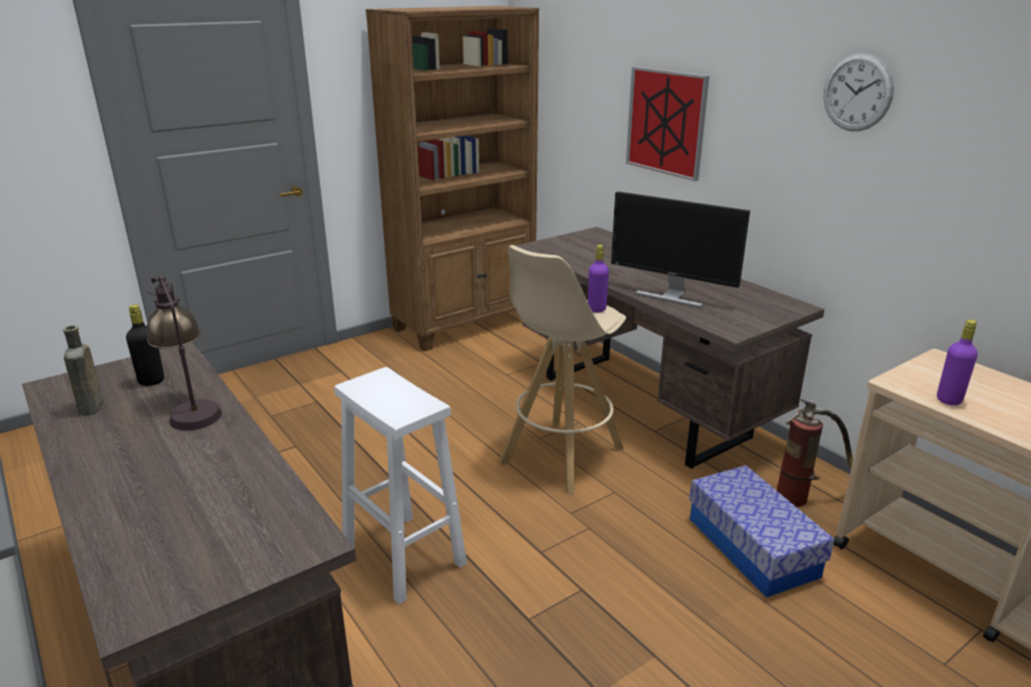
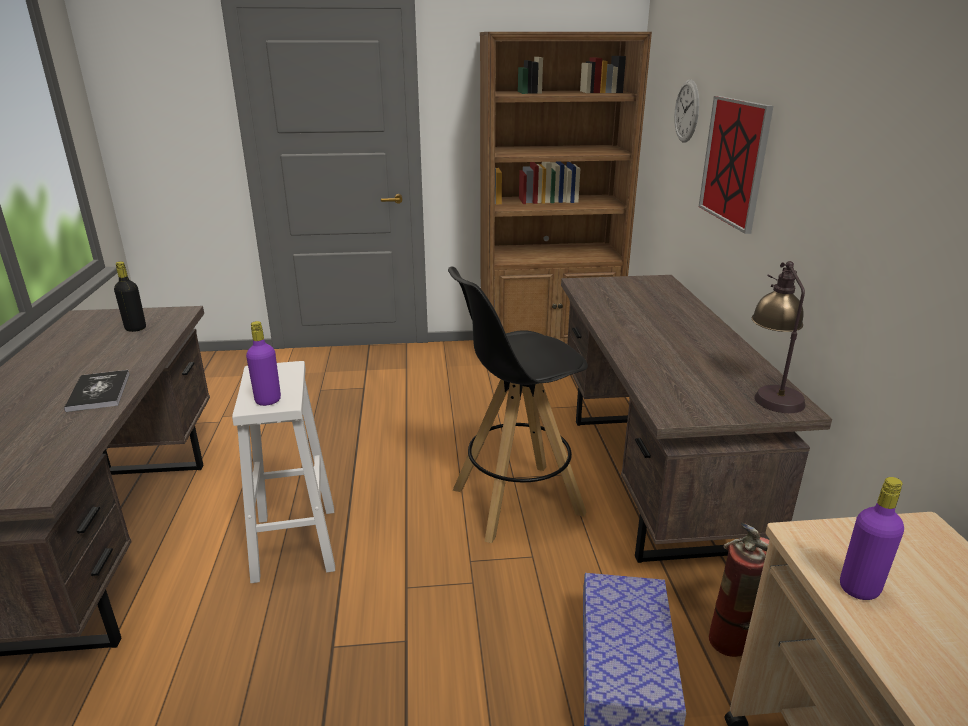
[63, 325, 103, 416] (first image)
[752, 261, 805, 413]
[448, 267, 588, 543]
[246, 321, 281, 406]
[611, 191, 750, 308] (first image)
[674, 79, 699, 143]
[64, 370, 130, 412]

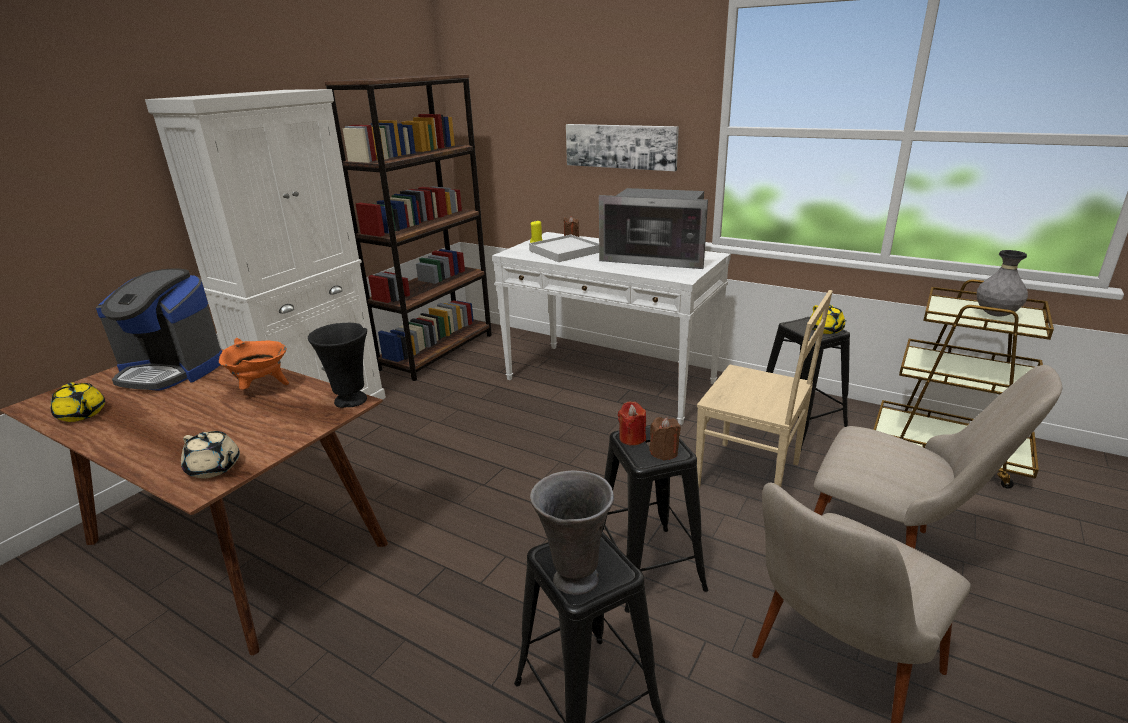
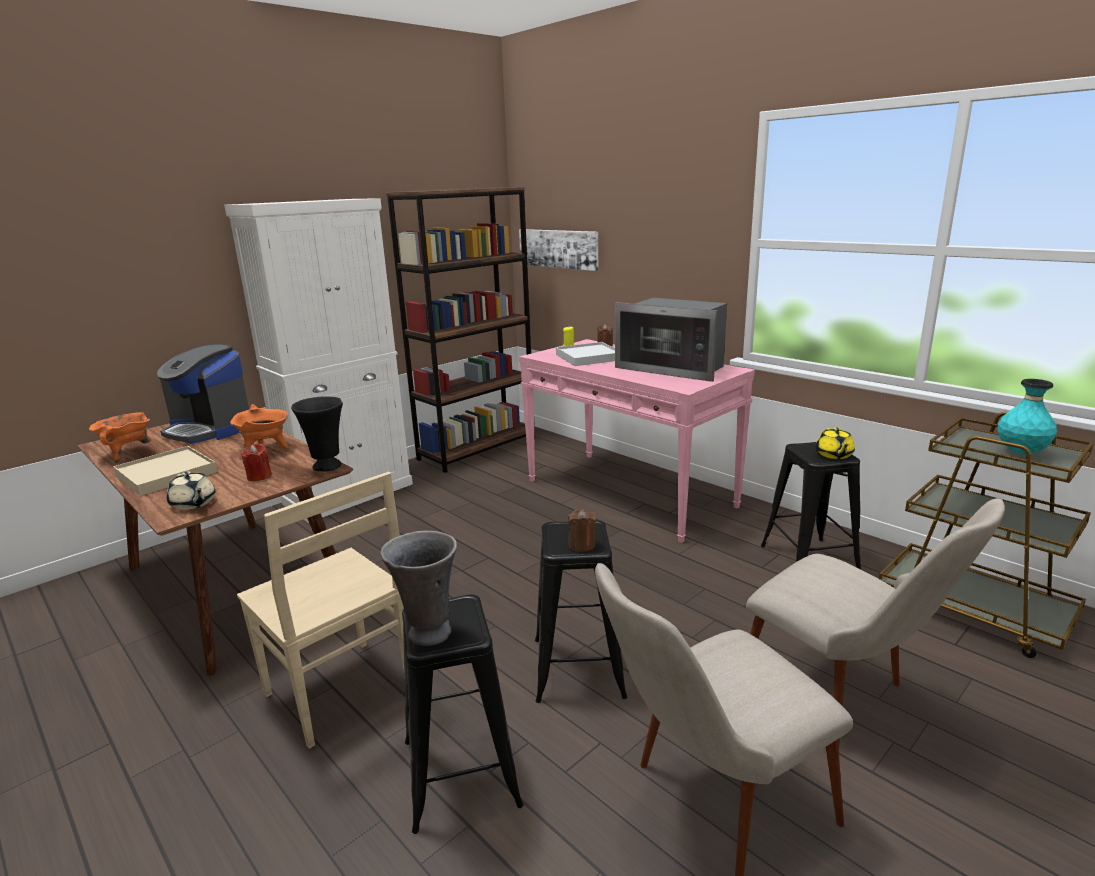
[89, 412, 151, 464]
[519, 339, 755, 543]
[519, 229, 598, 271]
[241, 443, 272, 481]
[237, 472, 404, 749]
[998, 379, 1057, 454]
[113, 446, 218, 496]

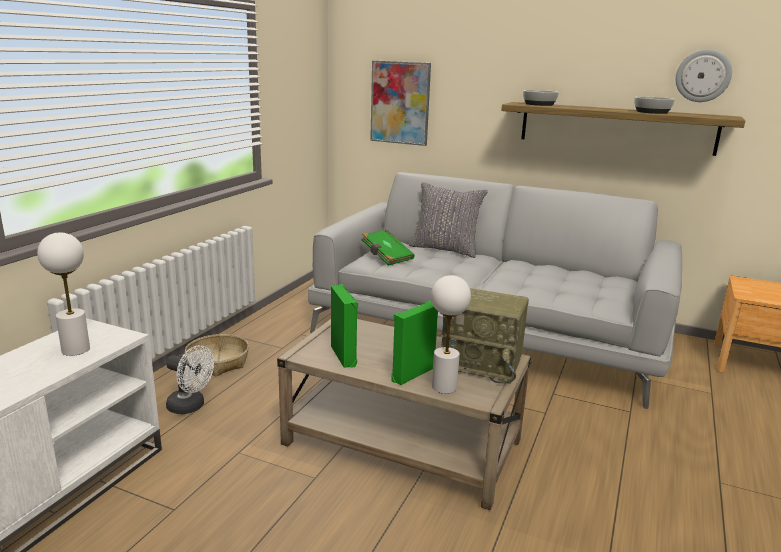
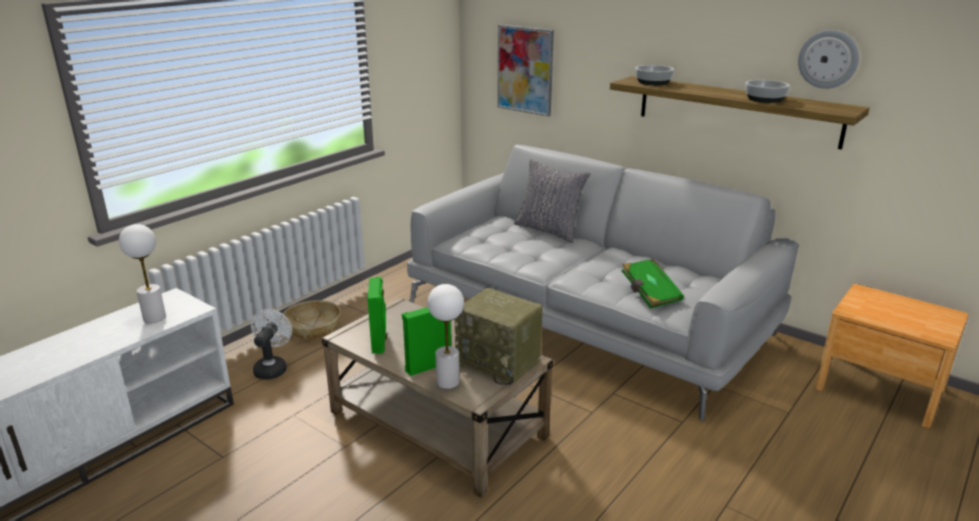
[251, 309, 292, 379]
[621, 259, 684, 309]

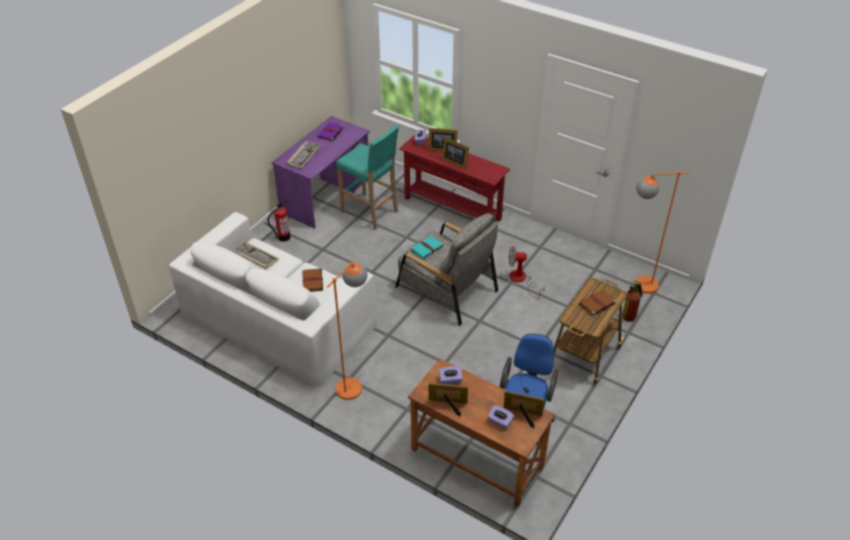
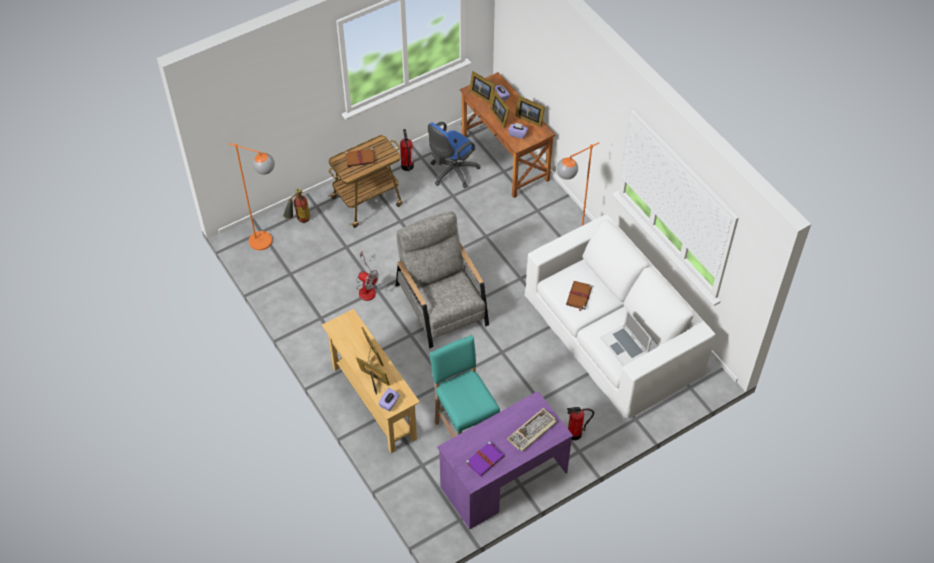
[600, 309, 652, 366]
[322, 309, 420, 453]
[411, 235, 444, 259] (first image)
[400, 129, 414, 171]
[490, 90, 510, 128]

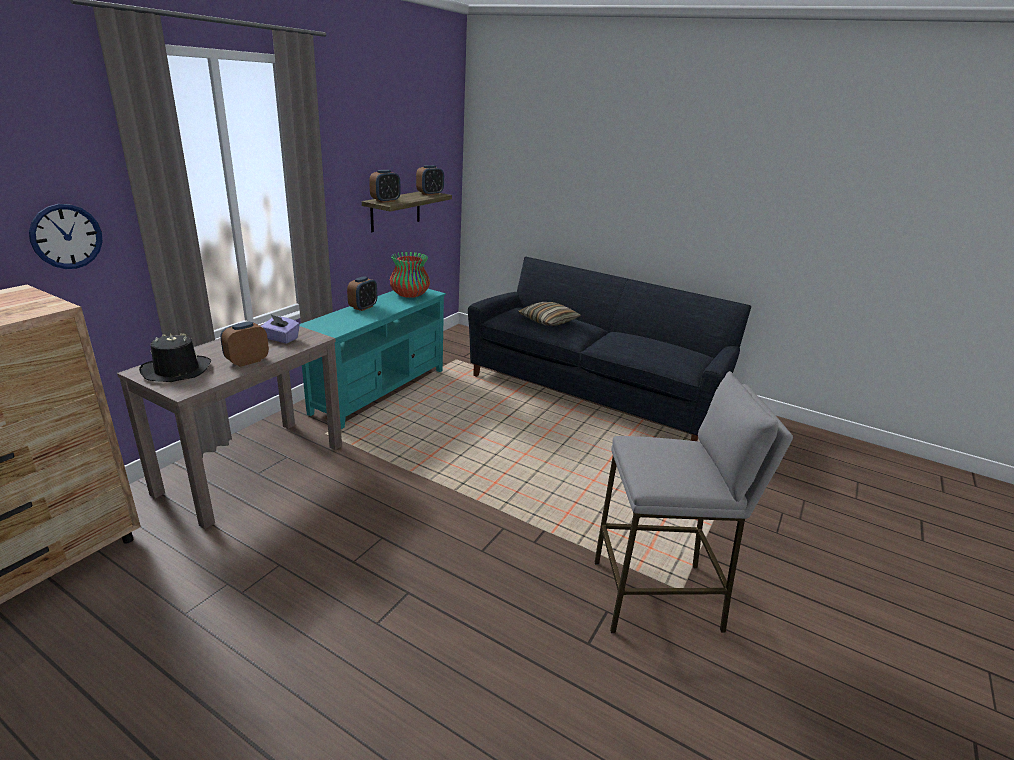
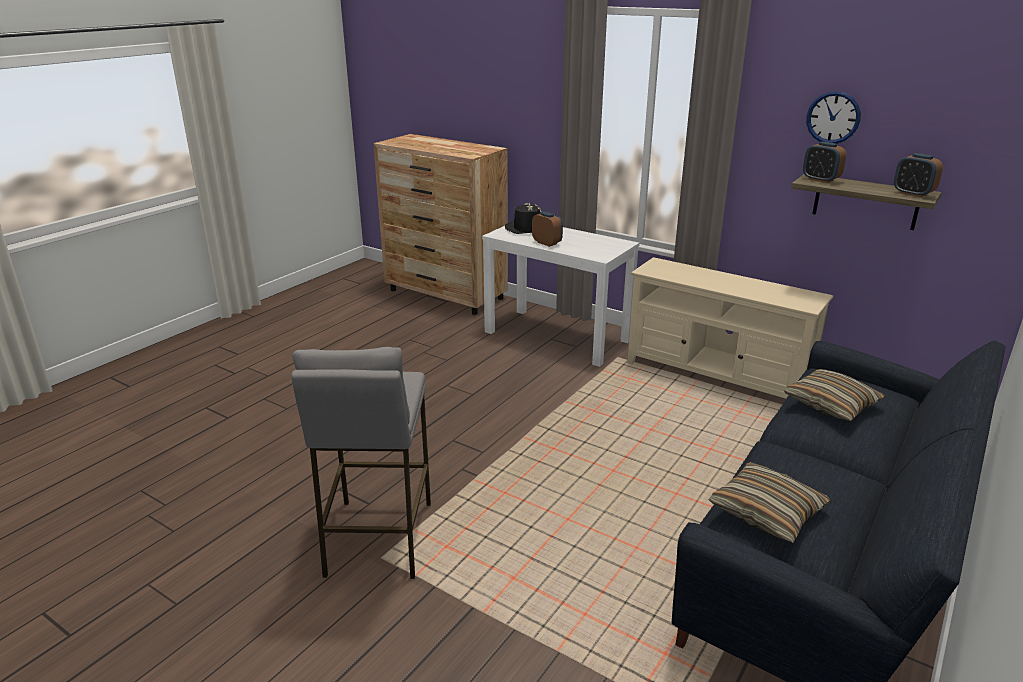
[806, 91, 861, 144]
[482, 226, 640, 367]
[261, 315, 300, 344] (first image)
[628, 257, 834, 398]
[347, 276, 377, 311] (first image)
[390, 252, 430, 298] (first image)
[708, 462, 831, 543]

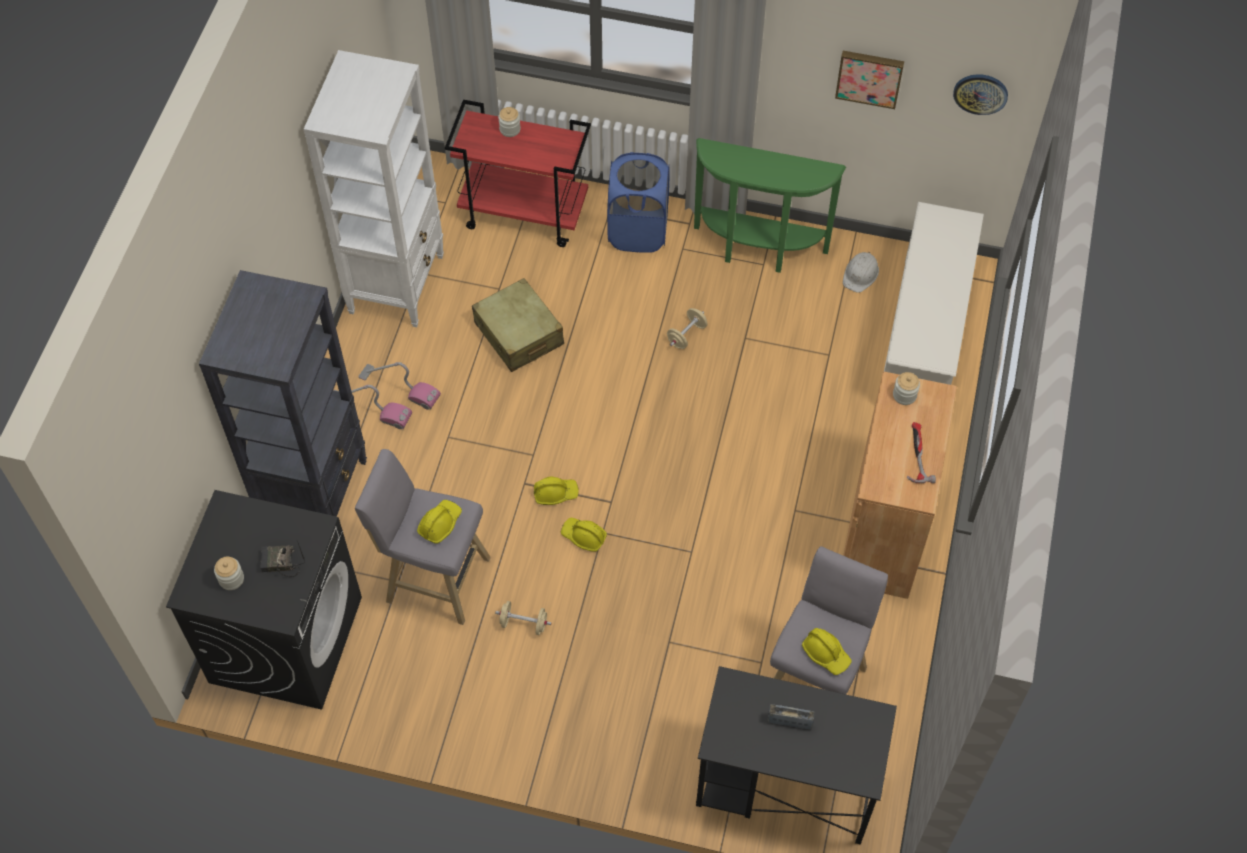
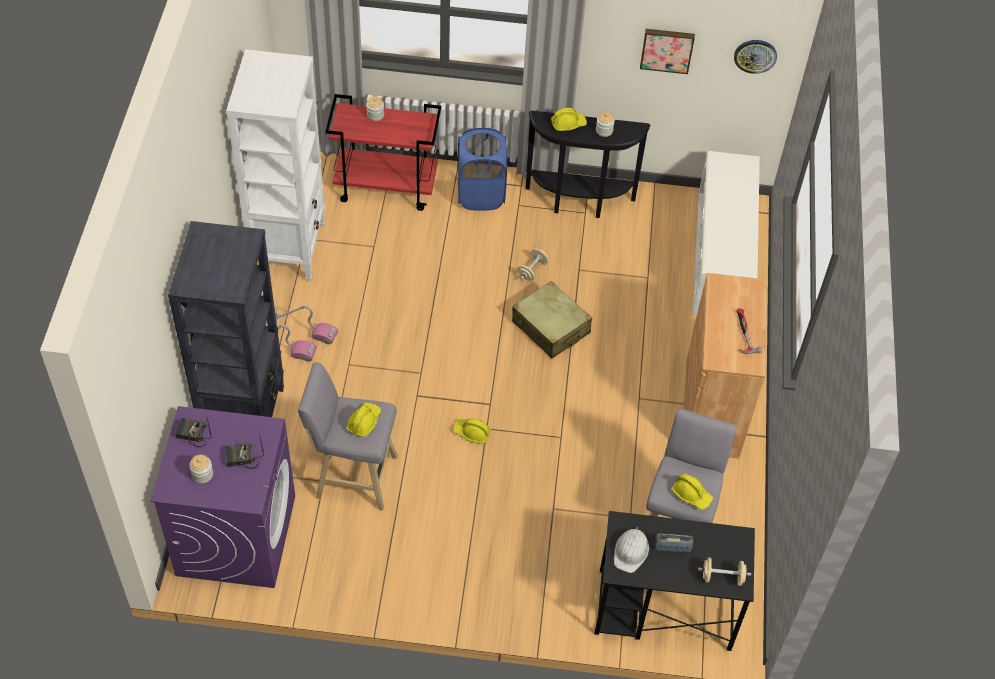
[150, 406, 295, 588]
[512, 281, 592, 358]
[698, 557, 751, 586]
[551, 108, 587, 132]
[525, 111, 650, 218]
[614, 527, 649, 573]
[596, 112, 615, 137]
[176, 415, 212, 448]

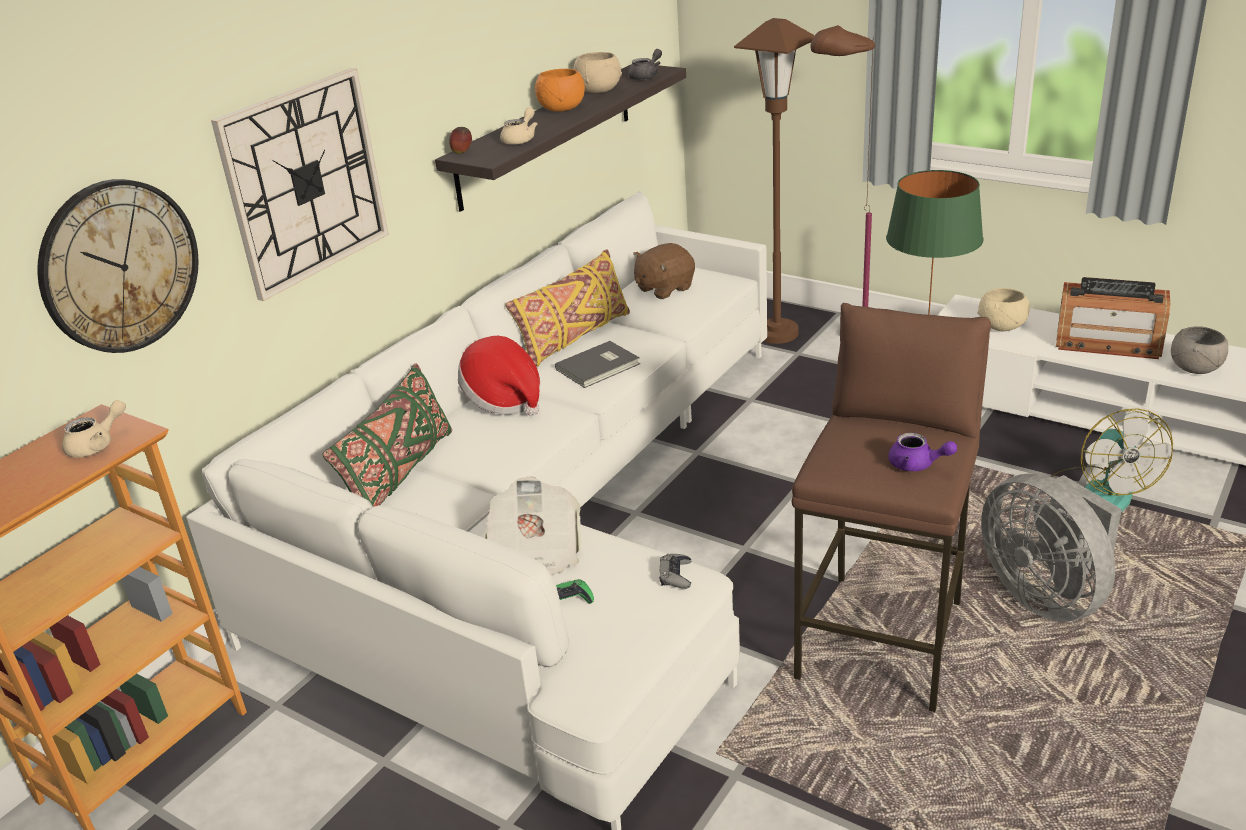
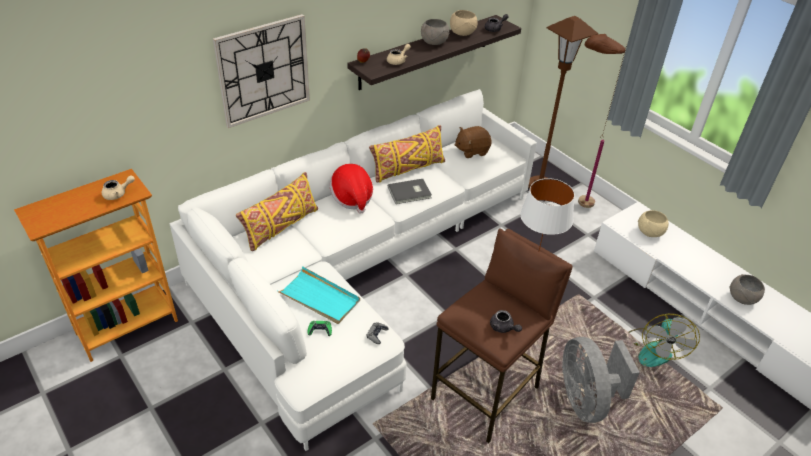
[37, 179, 199, 353] (first image)
[236, 172, 318, 251]
[277, 266, 360, 324]
[421, 19, 449, 45]
[520, 178, 575, 251]
[490, 310, 522, 333]
[1056, 277, 1170, 359] (first image)

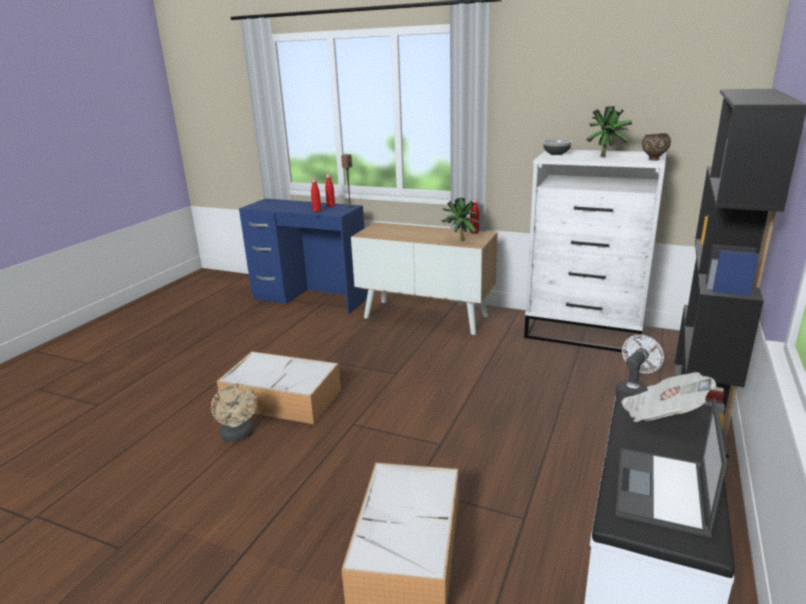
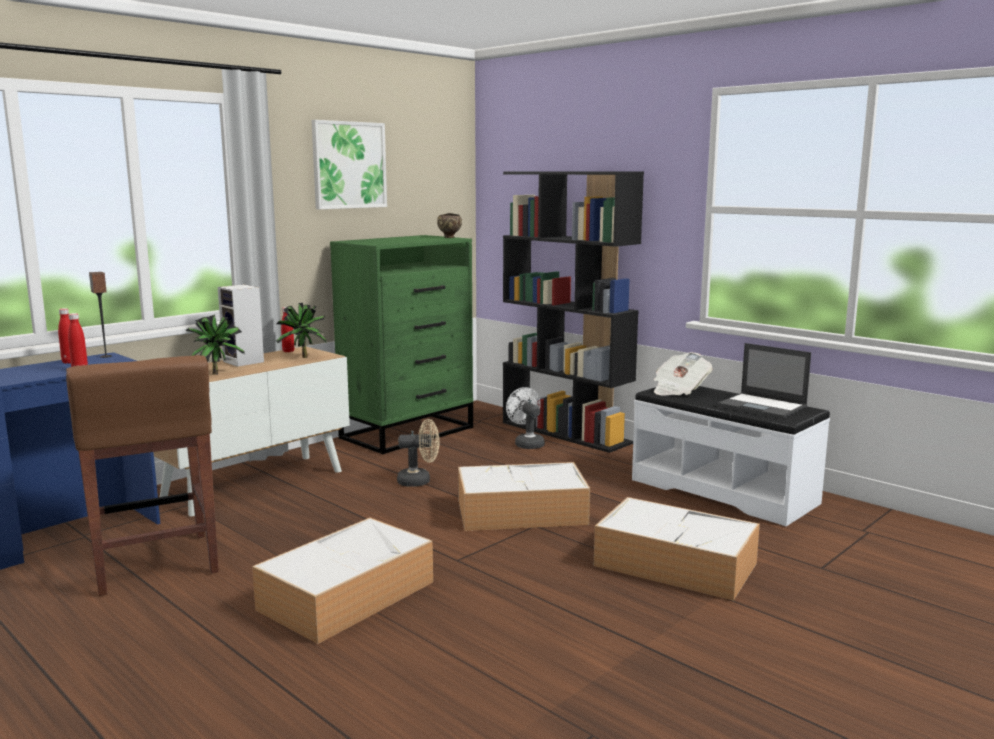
[397, 419, 439, 487]
[330, 235, 473, 454]
[542, 139, 572, 155] (first image)
[185, 315, 244, 375]
[66, 355, 219, 596]
[218, 284, 264, 367]
[311, 120, 387, 209]
[458, 462, 590, 531]

